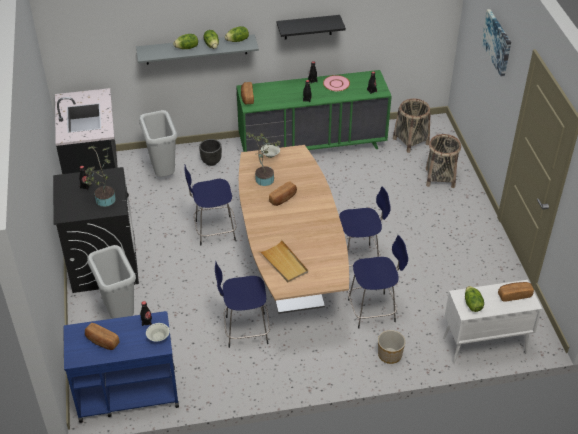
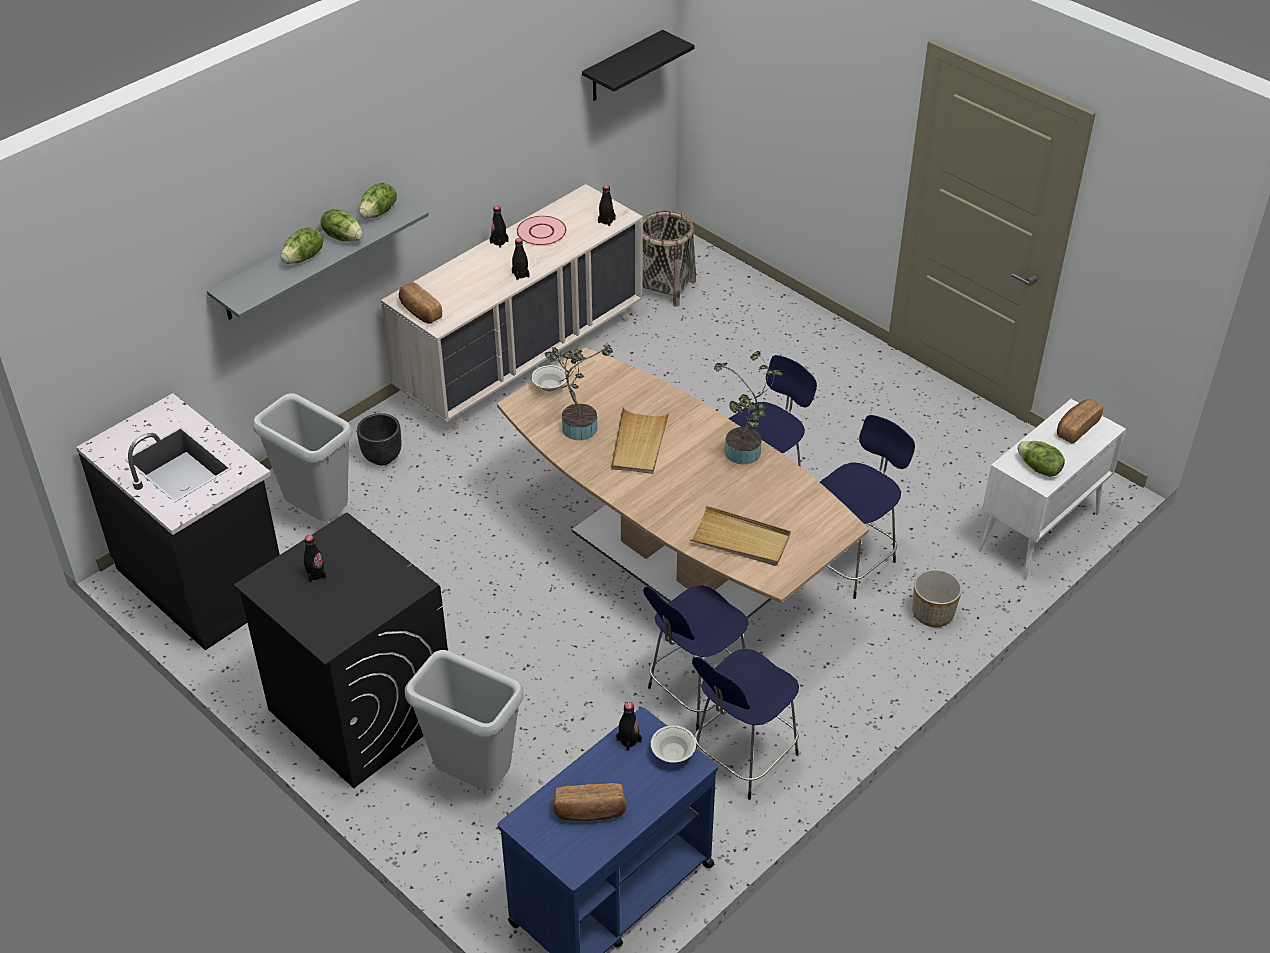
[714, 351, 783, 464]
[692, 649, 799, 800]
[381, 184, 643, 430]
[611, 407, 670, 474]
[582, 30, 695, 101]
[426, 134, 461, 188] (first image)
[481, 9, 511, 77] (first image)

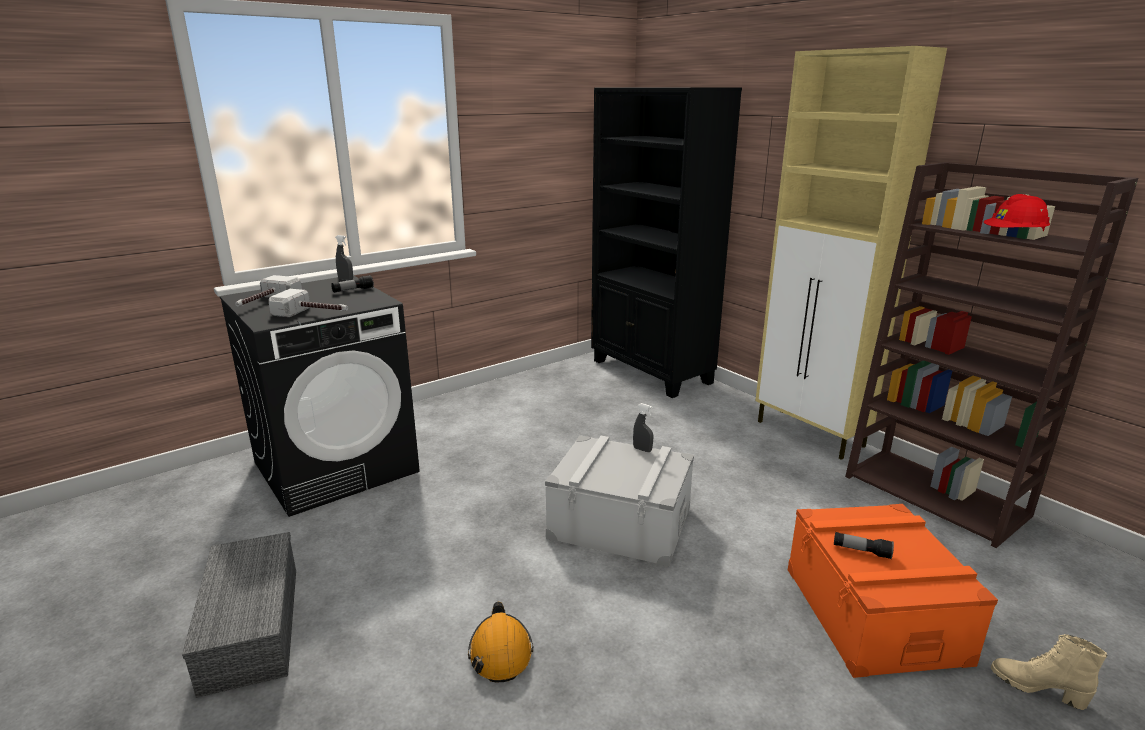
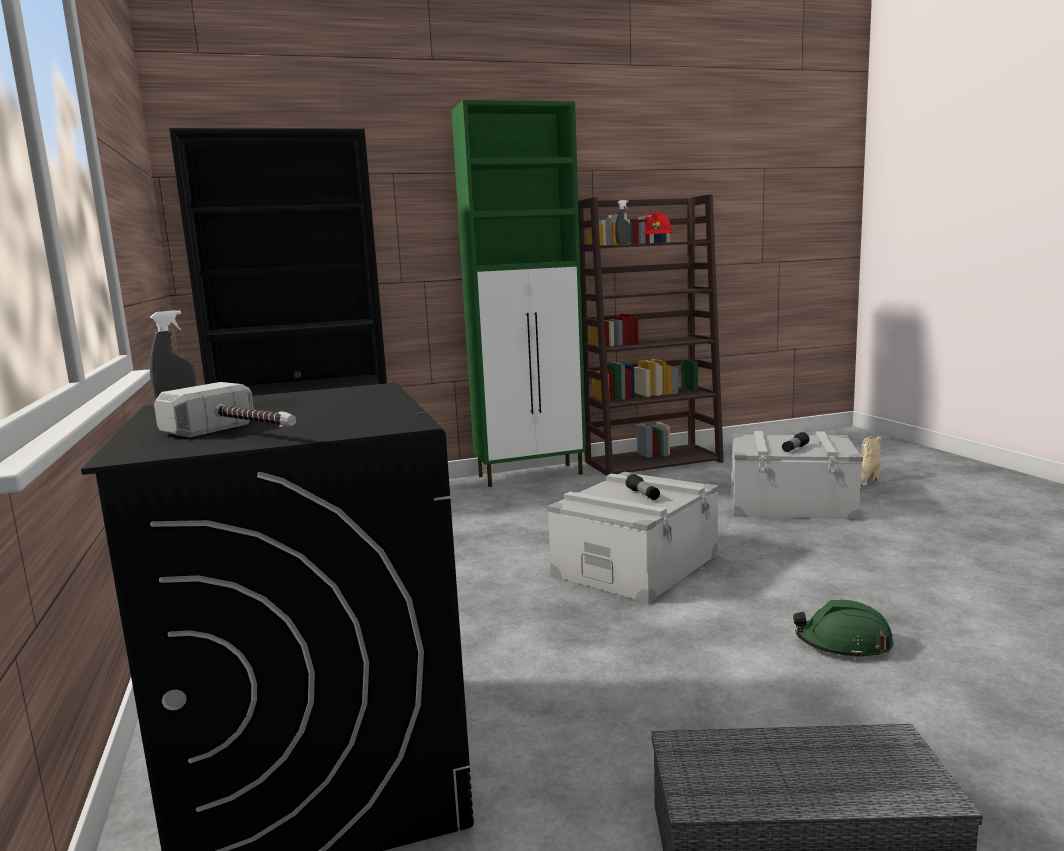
[269, 289, 348, 317] (first image)
[625, 474, 660, 500]
[793, 600, 893, 660]
[615, 200, 631, 244]
[451, 100, 586, 487]
[731, 431, 863, 520]

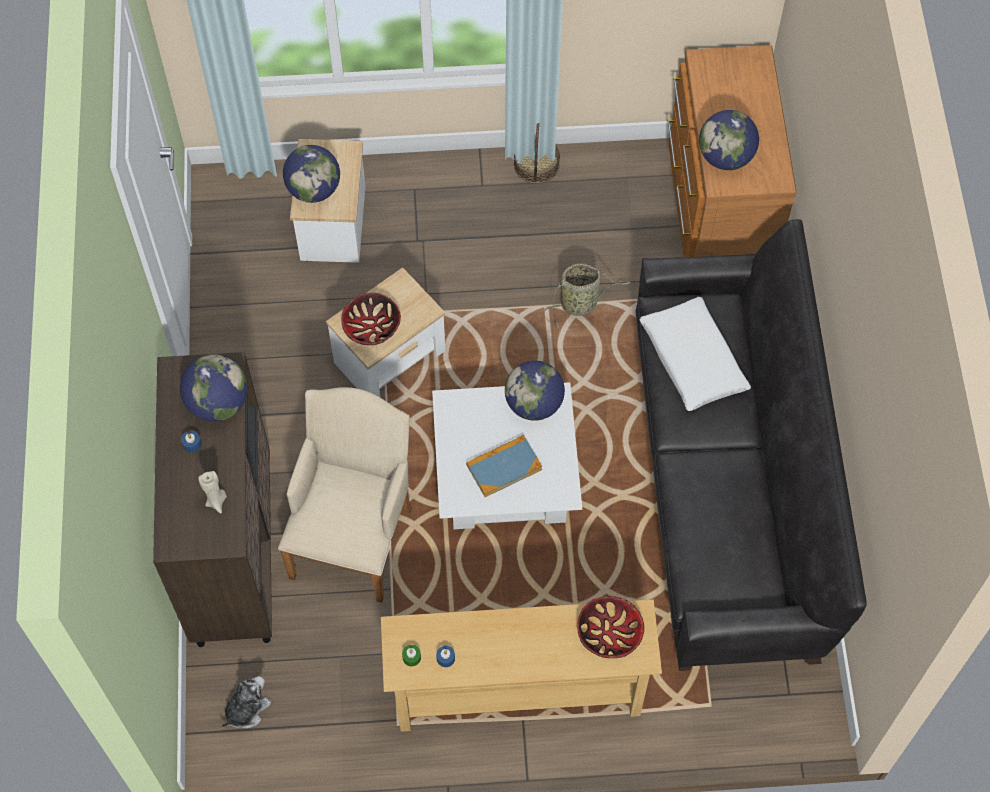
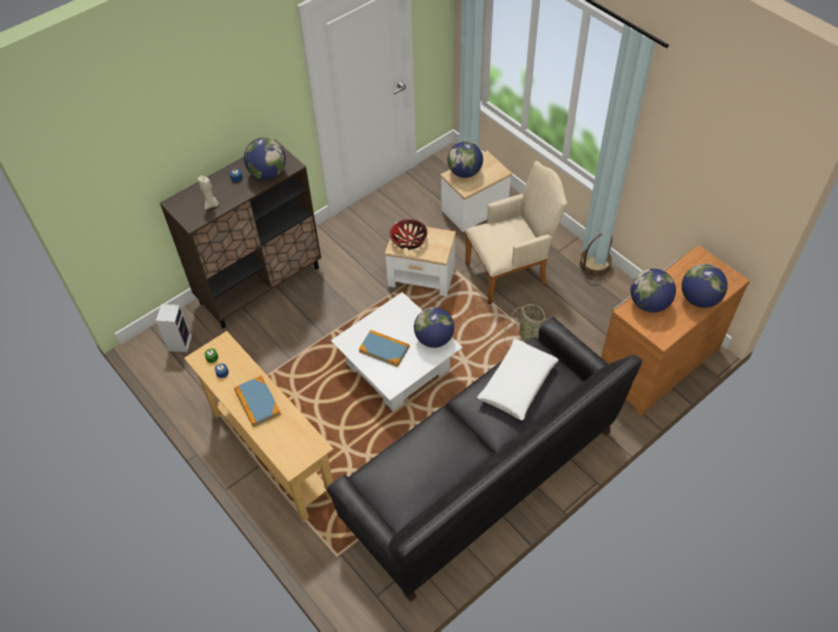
[156, 304, 192, 352]
[465, 161, 567, 304]
[577, 596, 644, 658] (first image)
[234, 375, 281, 427]
[682, 264, 728, 308]

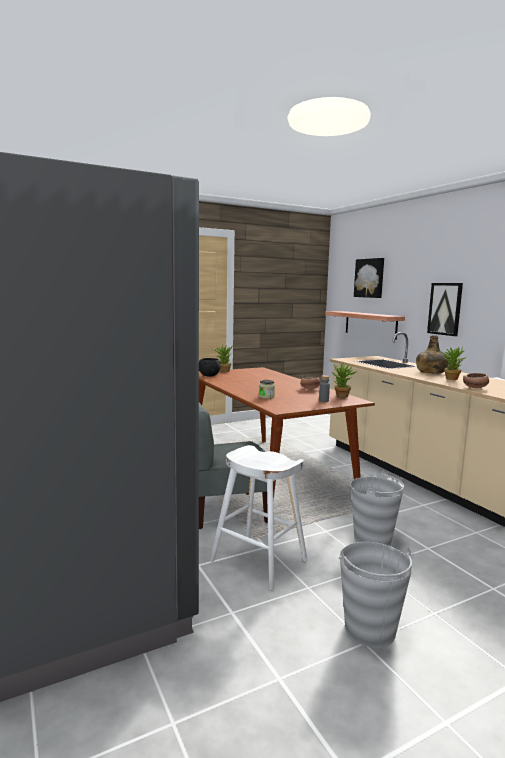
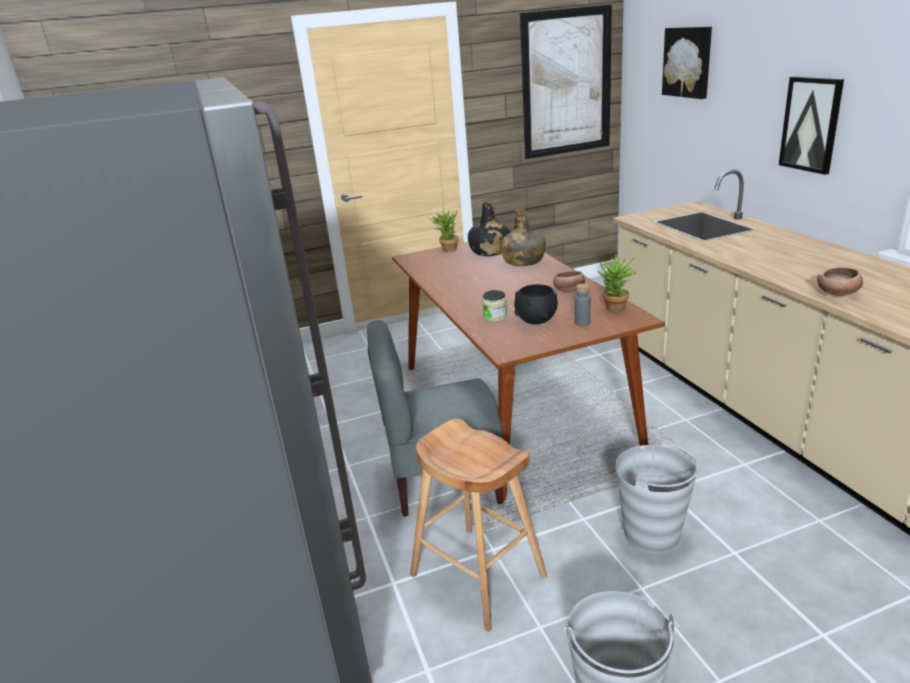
[514, 284, 558, 324]
[410, 419, 547, 631]
[325, 311, 405, 340] (first image)
[500, 209, 546, 266]
[439, 346, 467, 380] (first image)
[468, 202, 510, 256]
[520, 4, 612, 159]

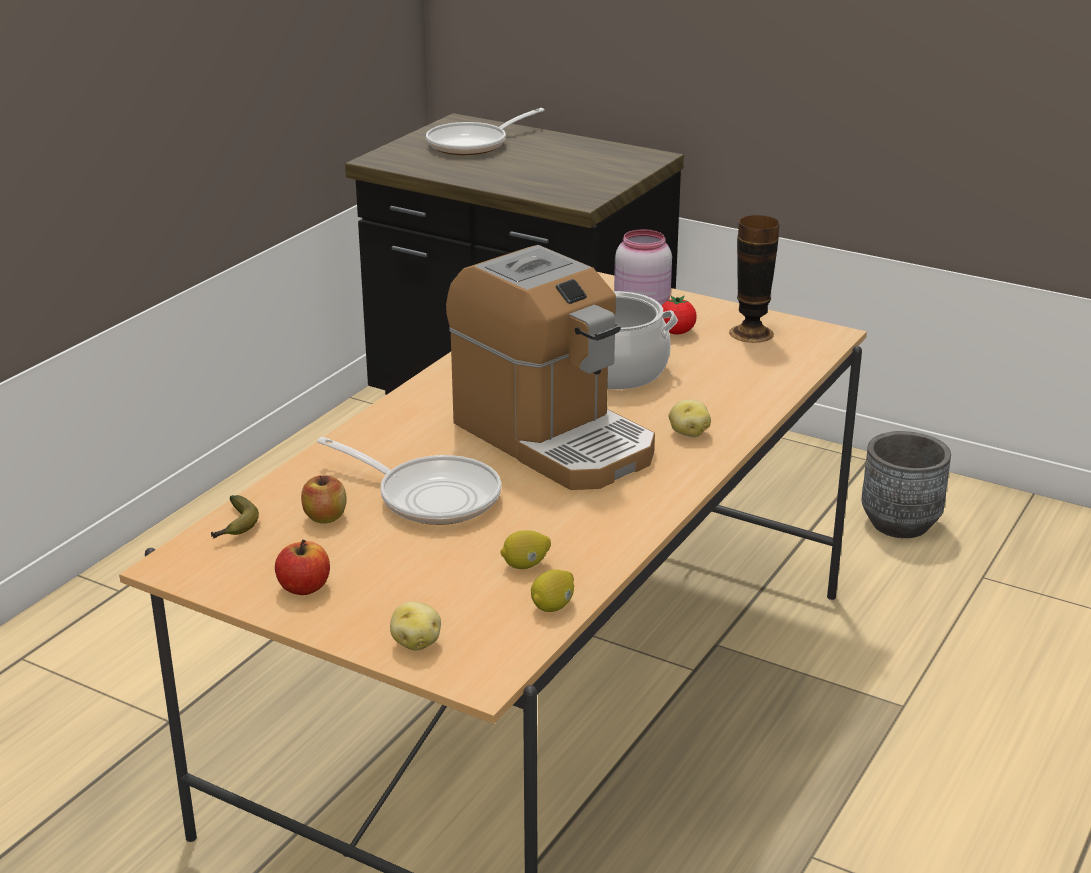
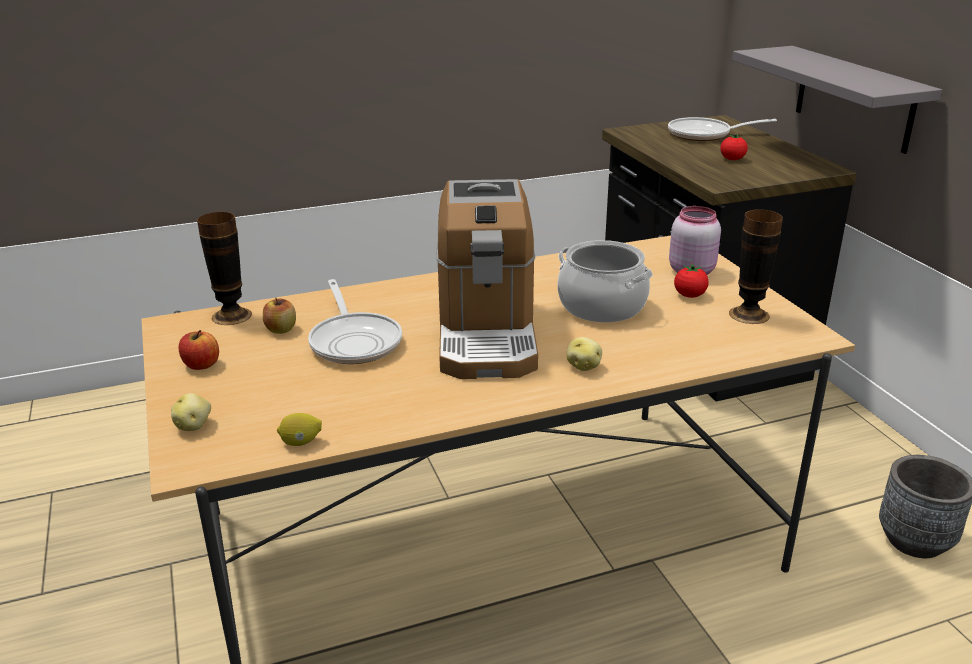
[197, 212, 252, 325]
[500, 530, 551, 569] (first image)
[720, 134, 748, 160]
[732, 46, 942, 154]

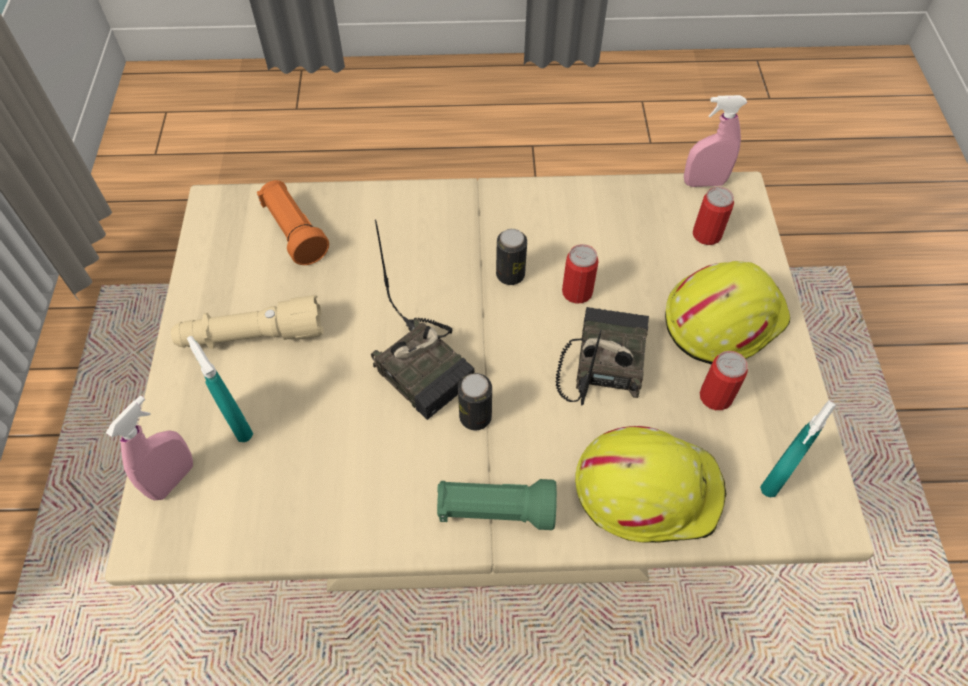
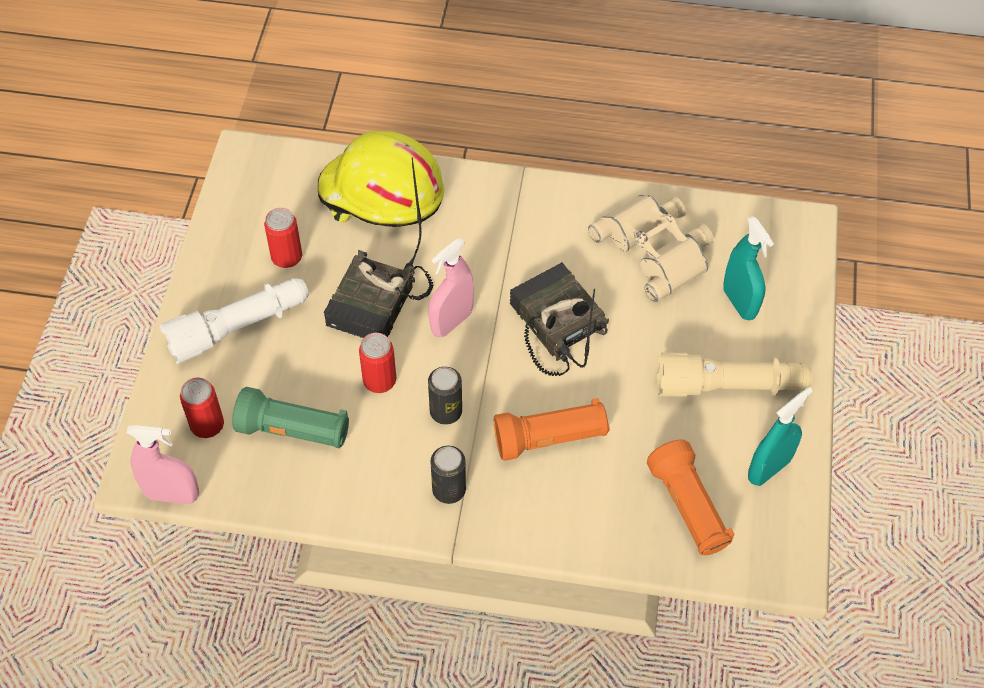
[429, 238, 474, 337]
[232, 387, 349, 448]
[430, 446, 466, 504]
[160, 278, 309, 364]
[748, 387, 813, 486]
[494, 398, 610, 461]
[588, 195, 714, 302]

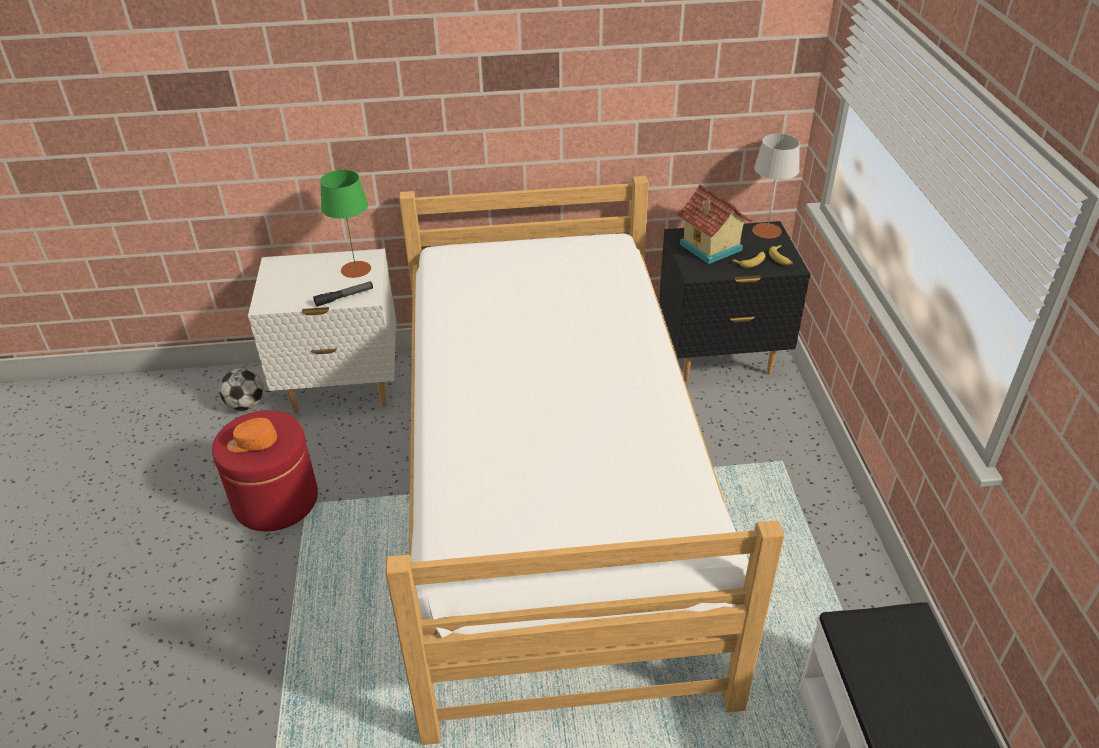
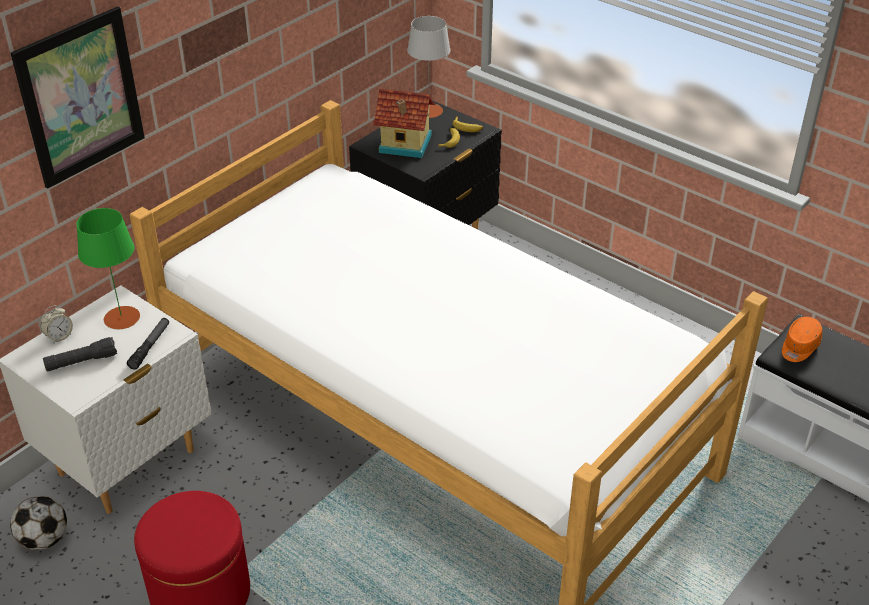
[782, 317, 822, 362]
[11, 6, 145, 189]
[41, 305, 73, 343]
[43, 337, 117, 371]

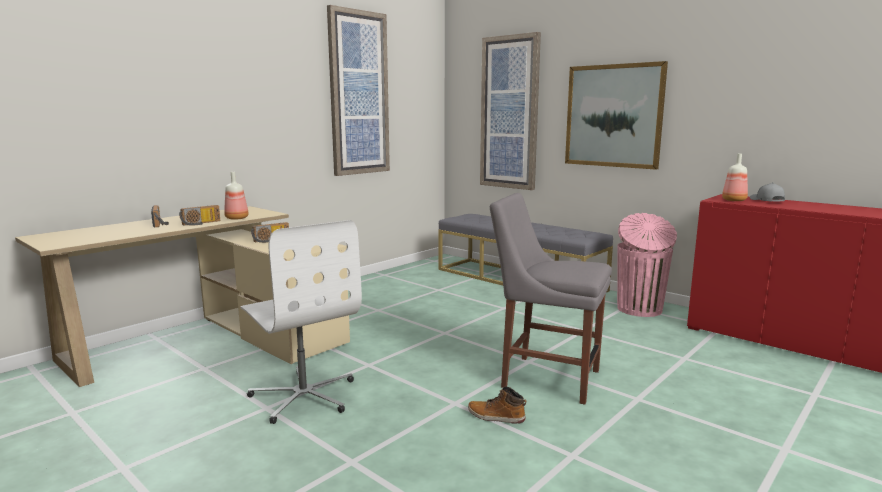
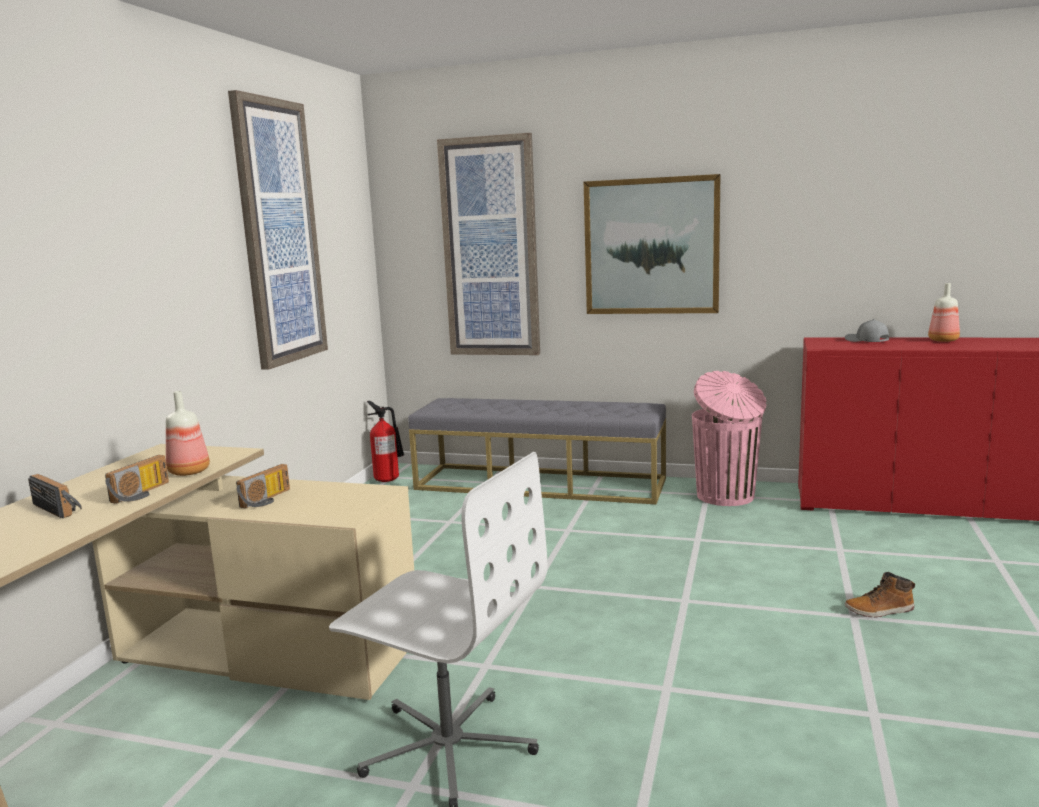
[845, 572, 915, 618]
[490, 193, 612, 405] (first image)
[928, 283, 960, 342]
[367, 401, 404, 482]

